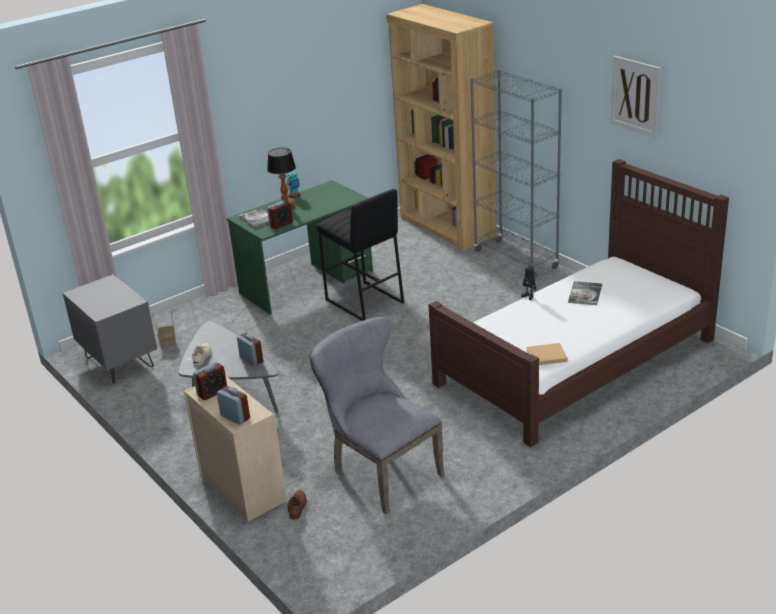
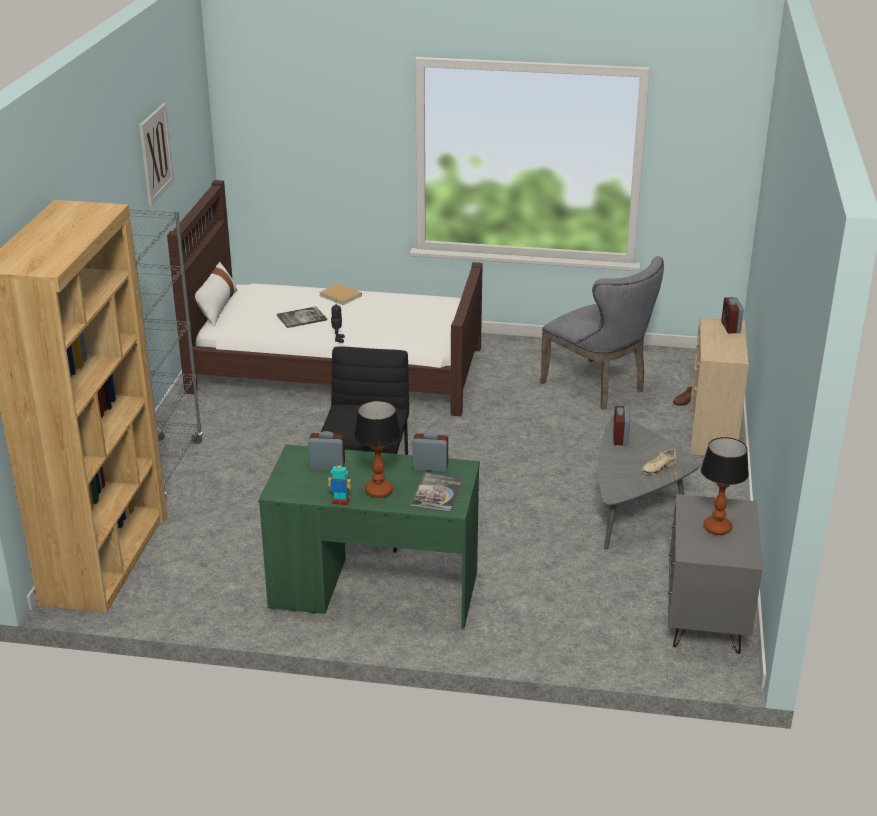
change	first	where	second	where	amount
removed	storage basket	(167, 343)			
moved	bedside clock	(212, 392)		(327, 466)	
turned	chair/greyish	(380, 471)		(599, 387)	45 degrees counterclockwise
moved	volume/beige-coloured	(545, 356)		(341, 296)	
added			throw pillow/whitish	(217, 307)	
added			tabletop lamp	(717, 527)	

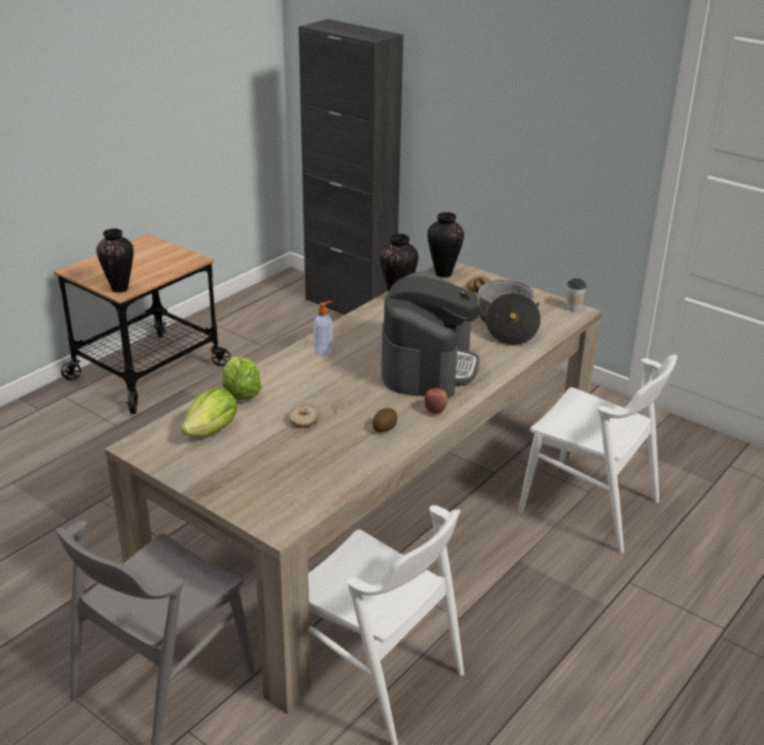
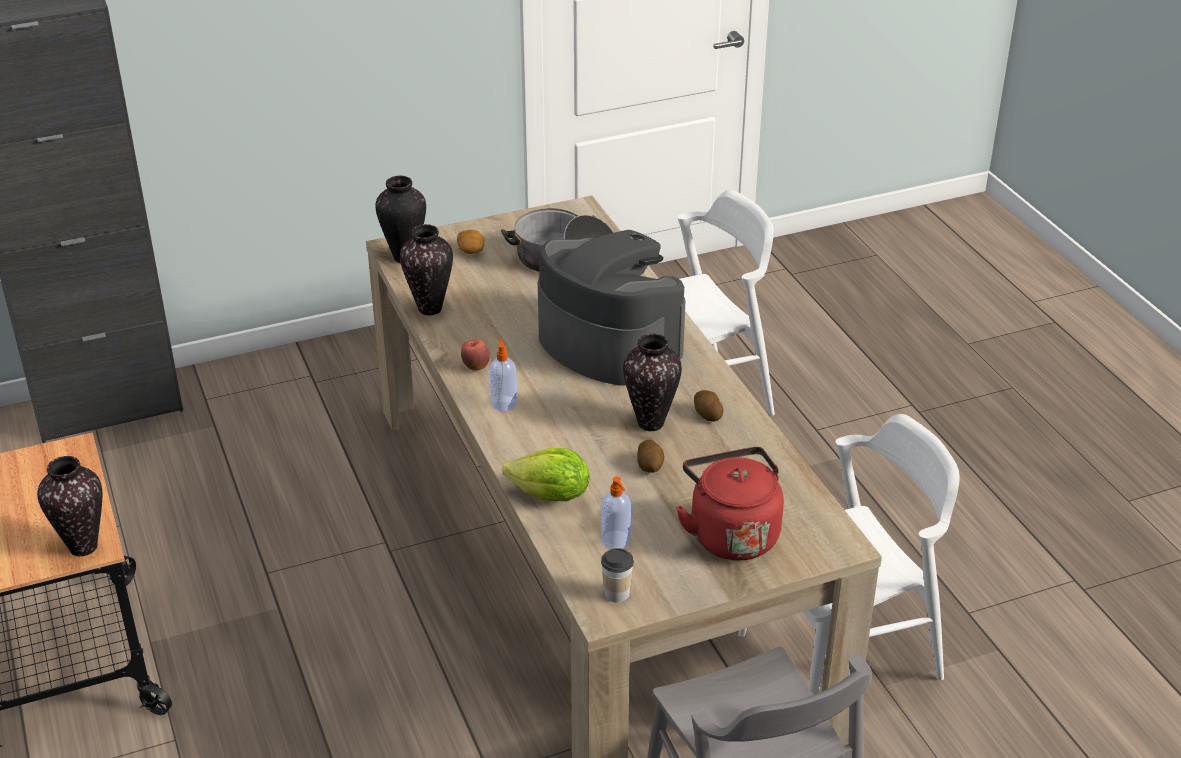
change	first	where	second	where	amount
replaced	head of lettuce	(212, 430)	soap dispenser	(616, 541)	
replaced	doughnut	(304, 421)	potato	(650, 466)	
moved	whole apple	(435, 411)		(475, 367)	
moved	drinking cup	(573, 308)		(617, 594)	
added			flower vase	(651, 423)	
added			tea kettle/red-coloured	(731, 534)	

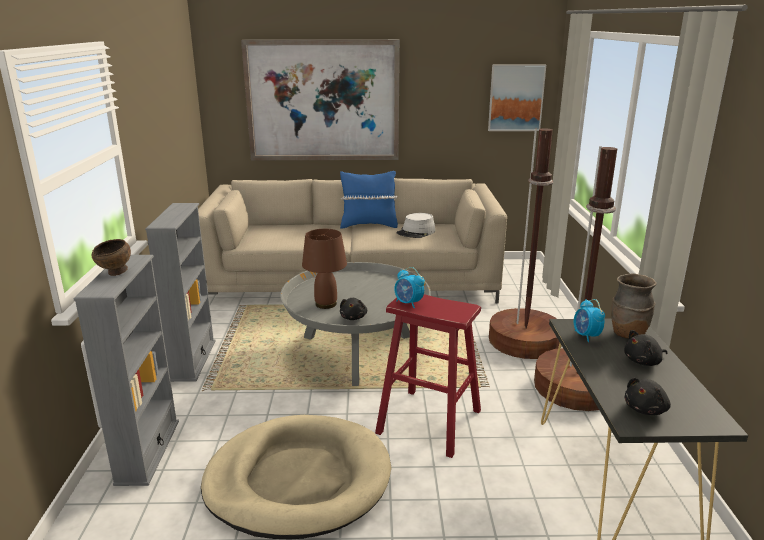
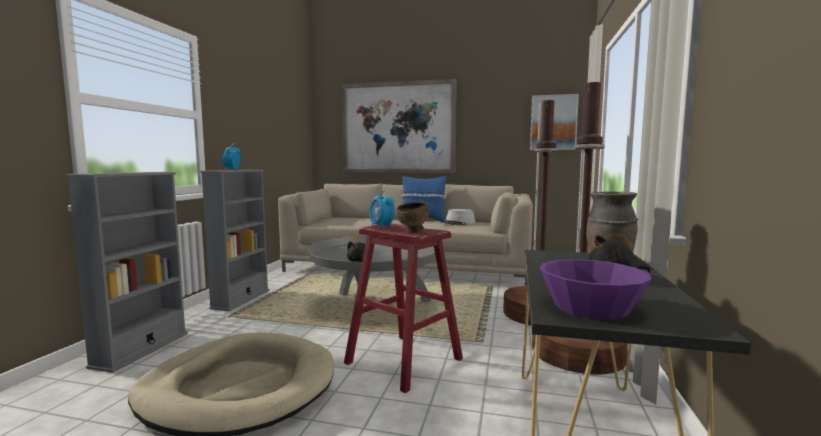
change	first	where	second	where	amount
moved	serving bowl/brown-coloured	(115, 273)		(413, 232)	
removed	tabletop lamp/brown-coloured	(326, 304)			
moved	bedside clock	(586, 336)		(232, 170)	
replaced	plush toy/black	(646, 409)	serving bowl/purplish	(591, 307)	

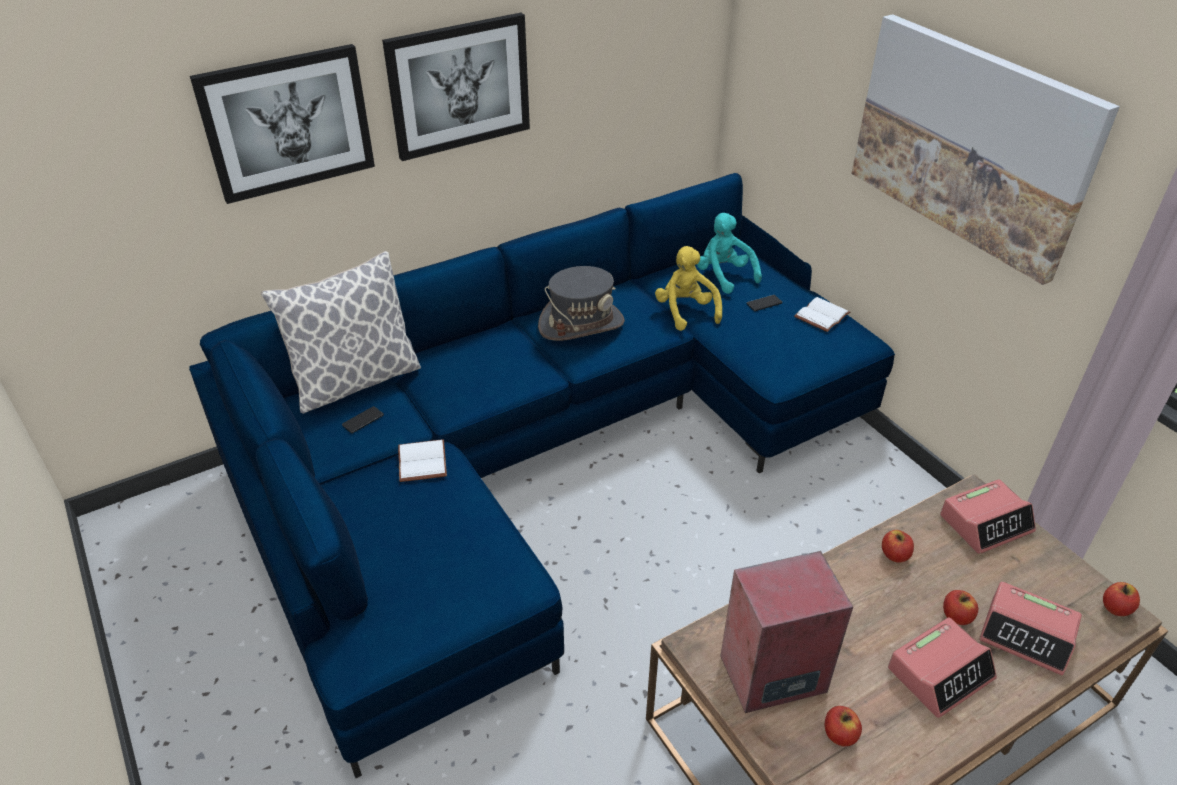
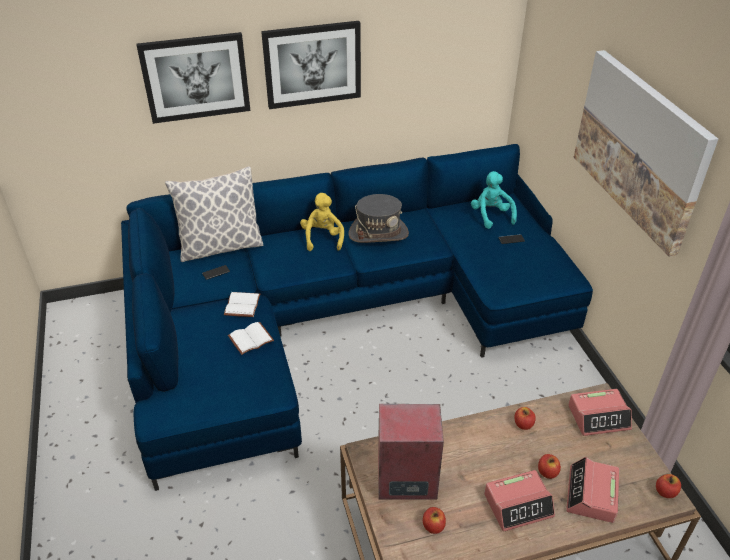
change	first	where	second	where	amount
moved	plush toy/yellow-coloured	(686, 311)		(322, 238)	
moved	volume/whitish	(821, 315)		(251, 338)	
turned	bedside clock	(1027, 635)		(591, 495)	60 degrees clockwise

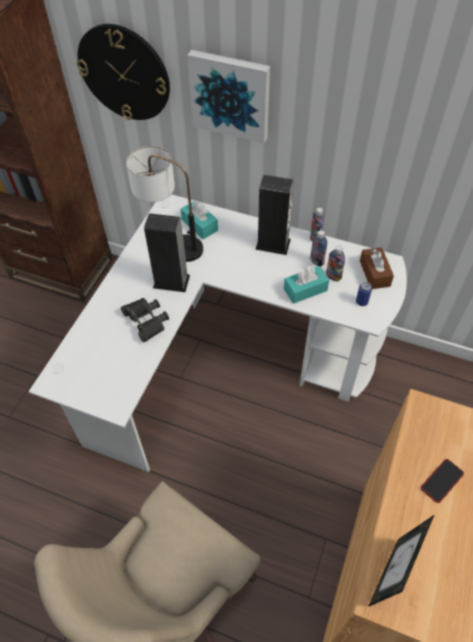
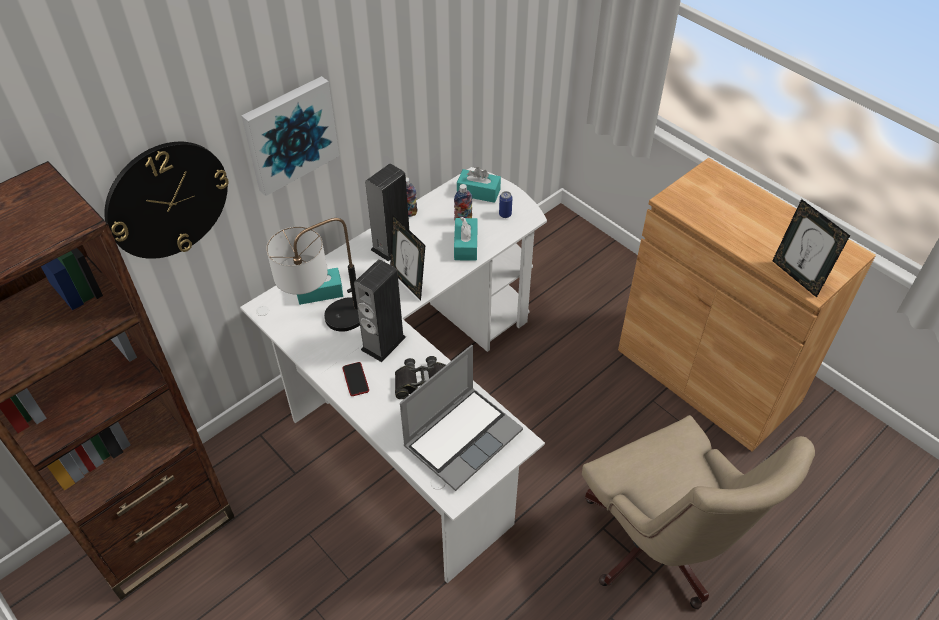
change	first	where	second	where	amount
removed	beverage bottle	(317, 261)			
recoloured	tissue holder/brown-coloured	(374, 273)	tissue holder/turquoise	(478, 192)	
moved	telephone	(442, 481)		(355, 379)	
added			photo frame	(408, 283)	
added			notebook computer	(463, 437)	

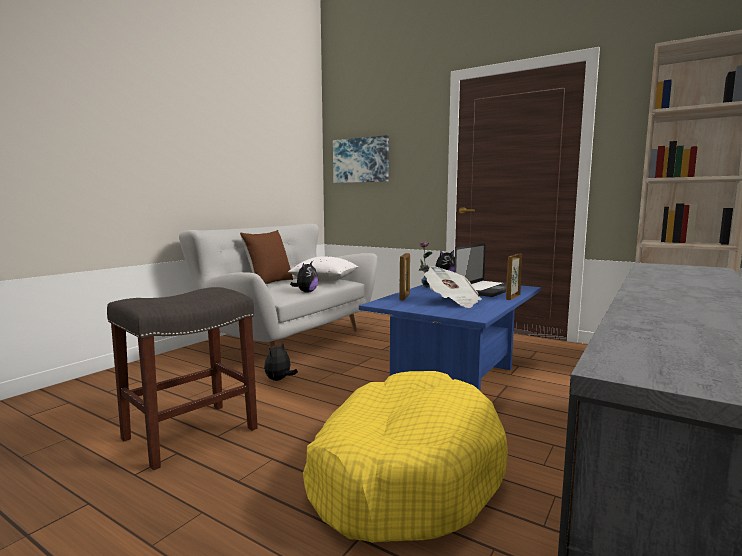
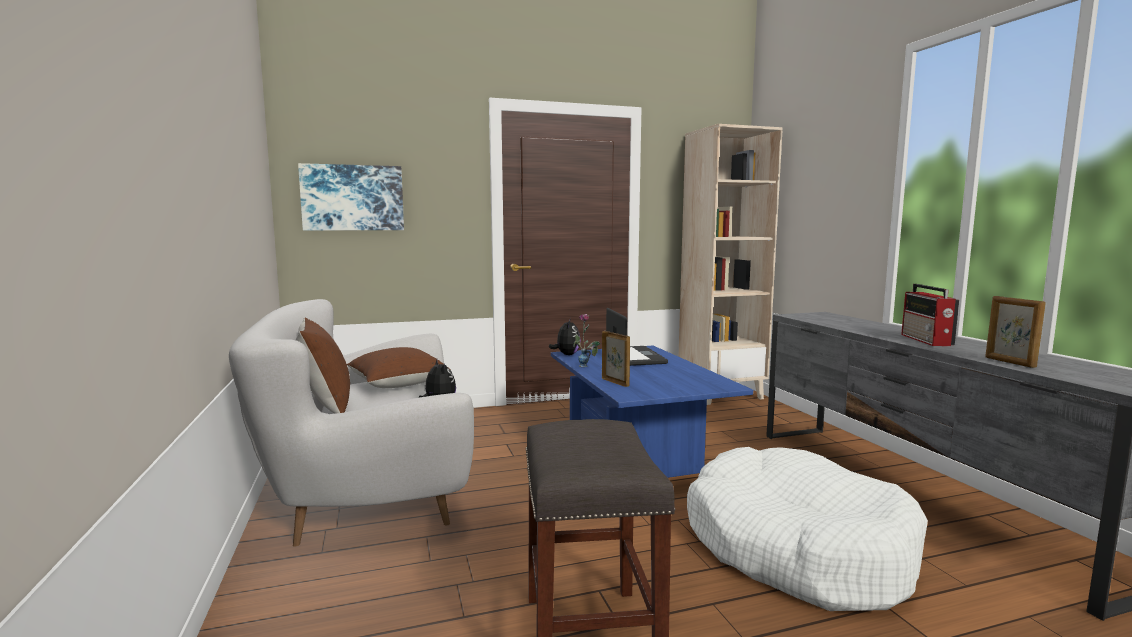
change	first	where	second	where	amount
removed	plush toy	(279, 380)			
recoloured	throw pillow/whitish	(324, 281)	throw pillow/brown-coloured	(398, 384)	
recoloured	dog bed/yellow-coloured	(404, 472)	dog bed/whitish	(796, 548)	
removed	printed paper	(452, 302)			
moved	photo frame	(512, 297)		(1009, 362)	
added			radio receiver	(926, 340)	

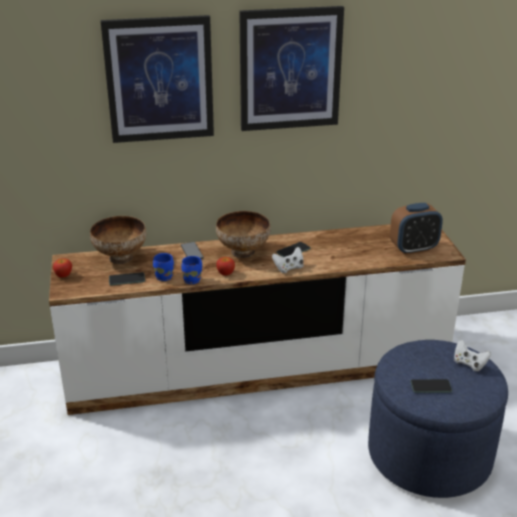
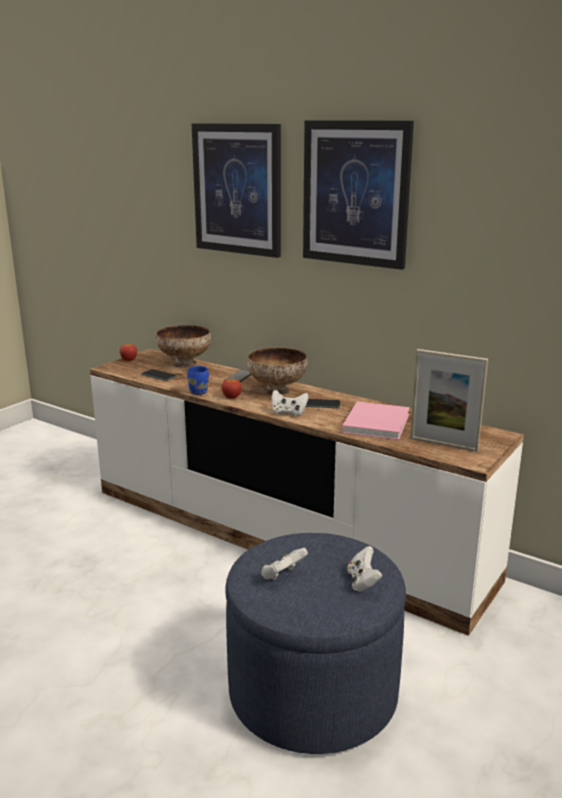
change	first	where	second	where	amount
removed	tea mug/blue-coloured	(165, 276)			
replaced	bedside clock	(413, 248)	photo frame	(443, 444)	
replaced	telephone	(431, 386)	game controller/whitish	(282, 575)	
added			volume/pink	(377, 422)	

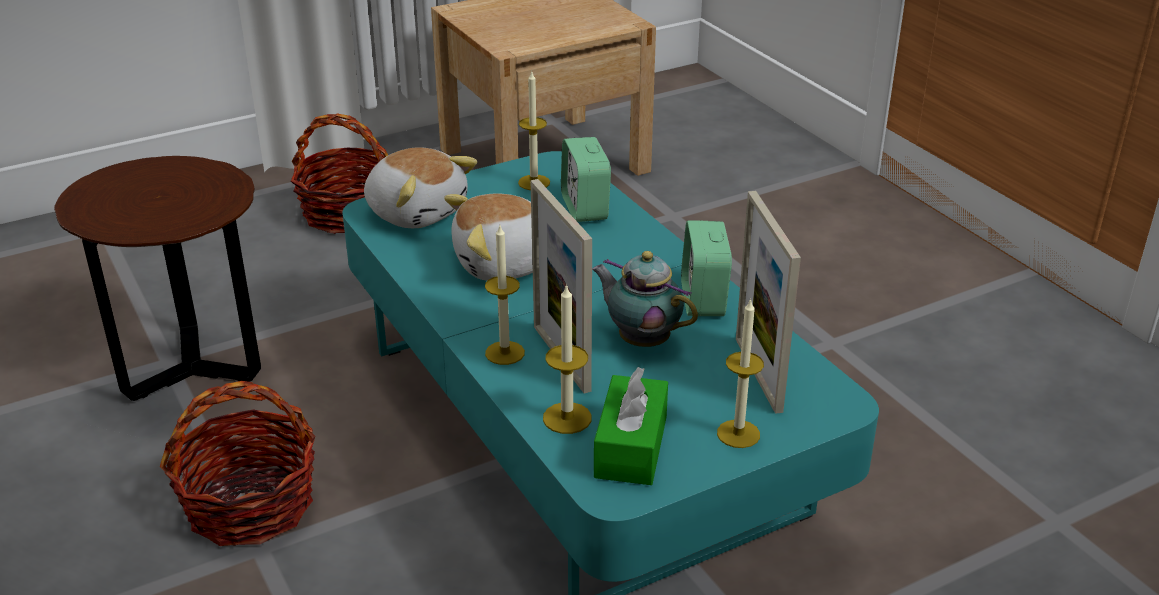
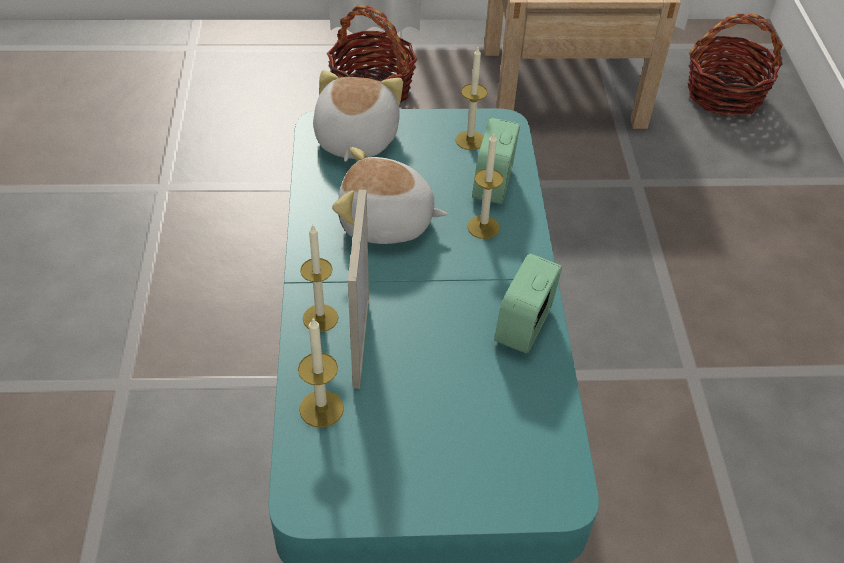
change	first	where	second	where	amount
removed	side table/brown-coloured	(192, 369)			
moved	storage basket	(250, 505)		(724, 94)	
turned	plush toy	(417, 211)		(354, 139)	150 degrees counterclockwise
removed	tea pot	(641, 340)			
removed	tissue holder/green	(631, 447)			
moved	candle	(738, 434)		(483, 227)	
removed	photo frame	(758, 374)			

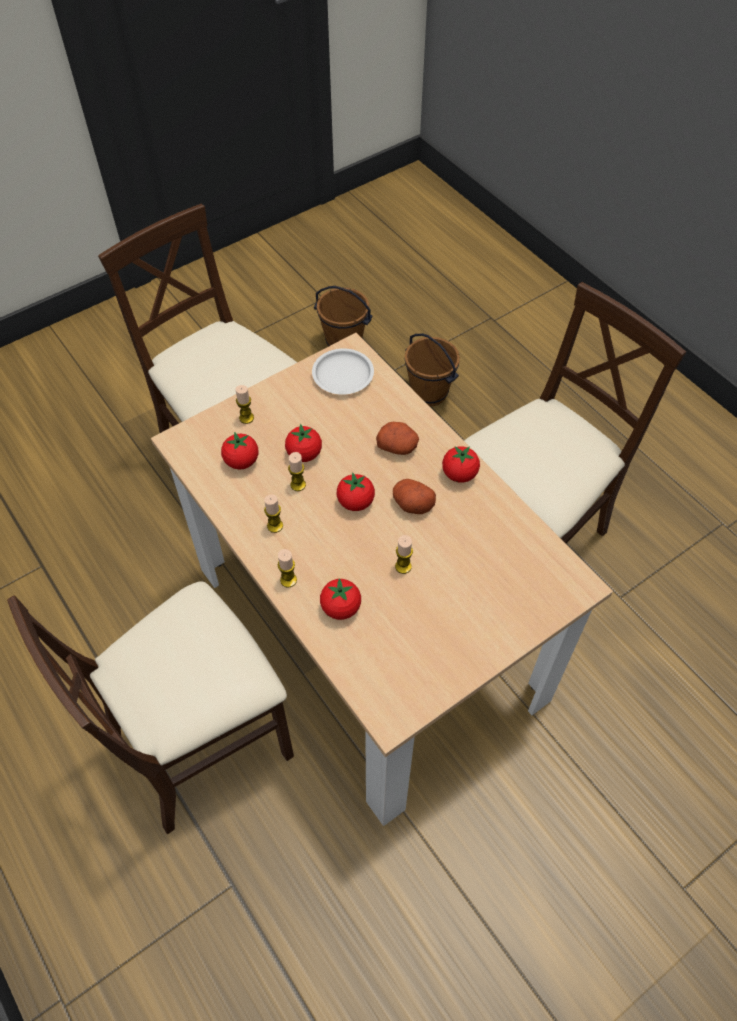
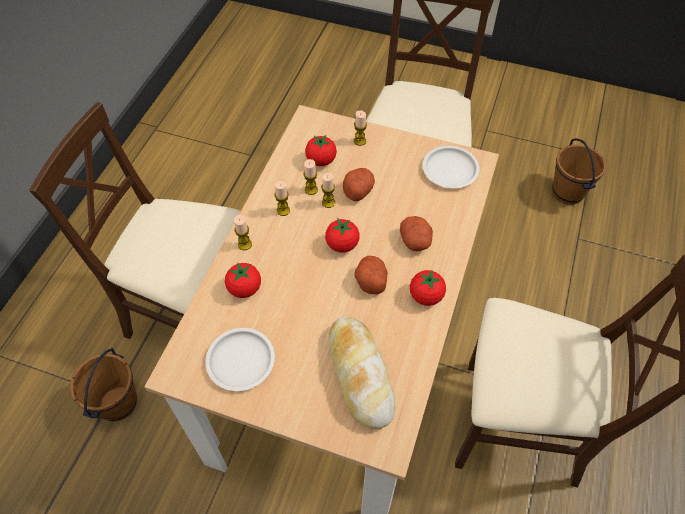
change	first	where	second	where	amount
replaced	fresh tomato	(304, 454)	potato	(358, 190)	
moved	candle	(403, 566)		(311, 189)	
moved	pail/brown-coloured	(429, 393)		(118, 403)	
added			flat dish/whitish	(240, 361)	
added			bread	(360, 374)	

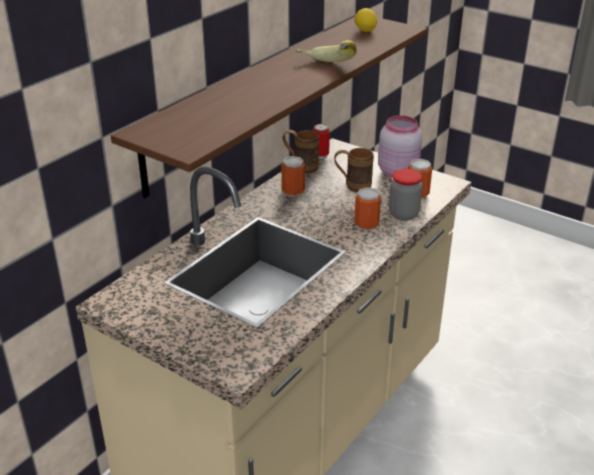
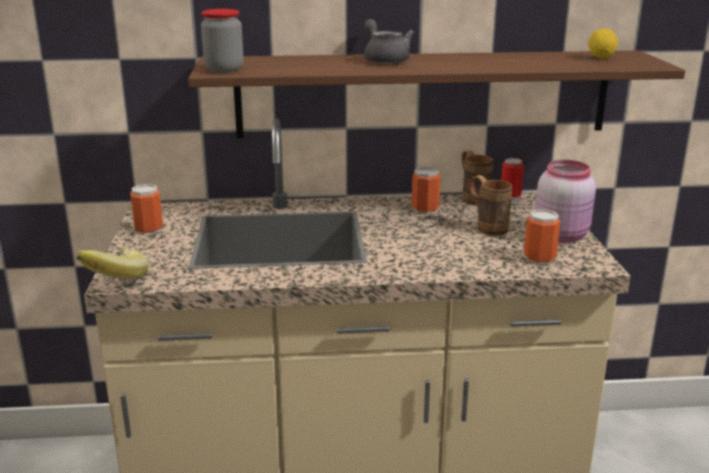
change	first	where	second	where	amount
moved	banana	(324, 68)		(113, 278)	
moved	metal can	(366, 224)		(149, 229)	
moved	storage jar	(403, 214)		(224, 69)	
added			tea pot/greyish	(384, 60)	

